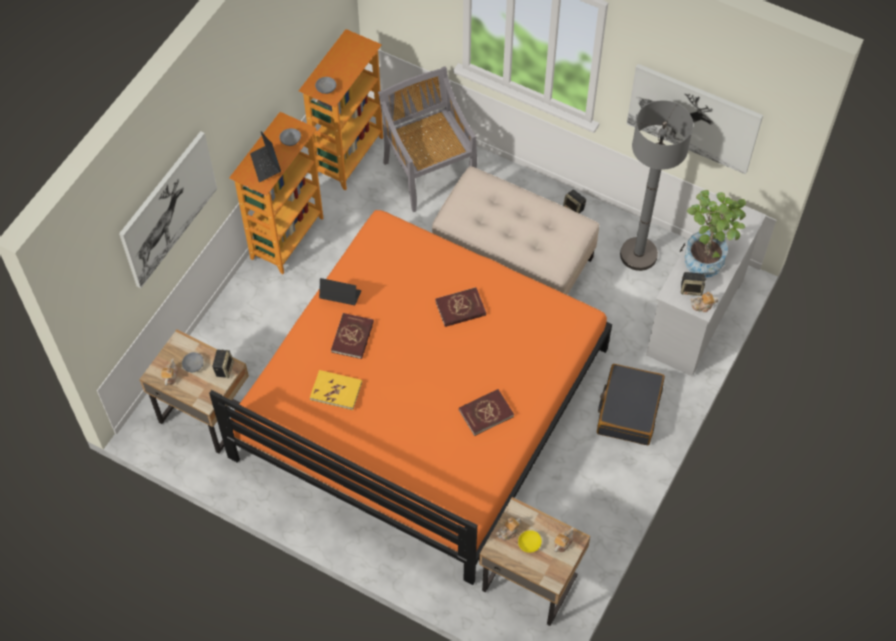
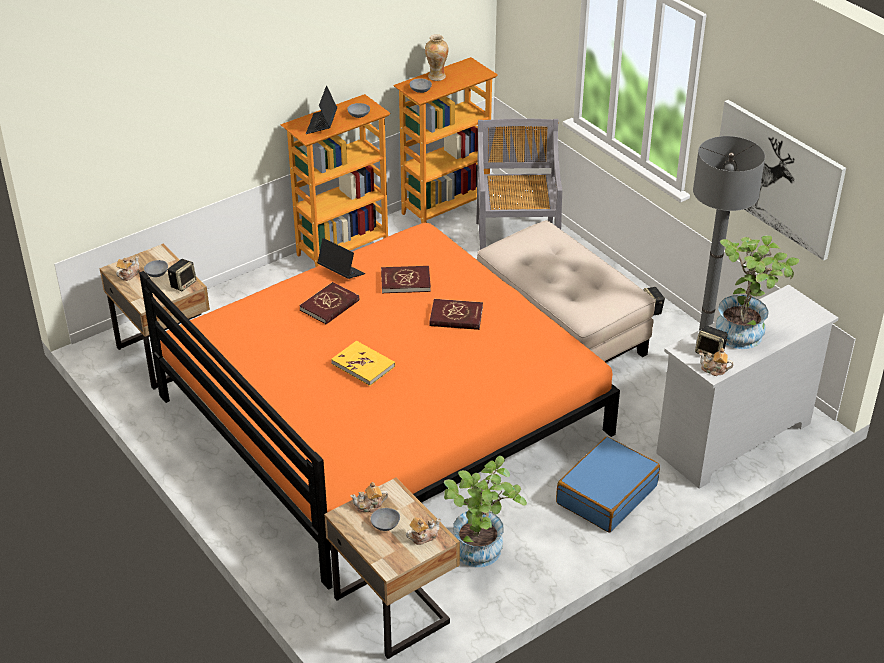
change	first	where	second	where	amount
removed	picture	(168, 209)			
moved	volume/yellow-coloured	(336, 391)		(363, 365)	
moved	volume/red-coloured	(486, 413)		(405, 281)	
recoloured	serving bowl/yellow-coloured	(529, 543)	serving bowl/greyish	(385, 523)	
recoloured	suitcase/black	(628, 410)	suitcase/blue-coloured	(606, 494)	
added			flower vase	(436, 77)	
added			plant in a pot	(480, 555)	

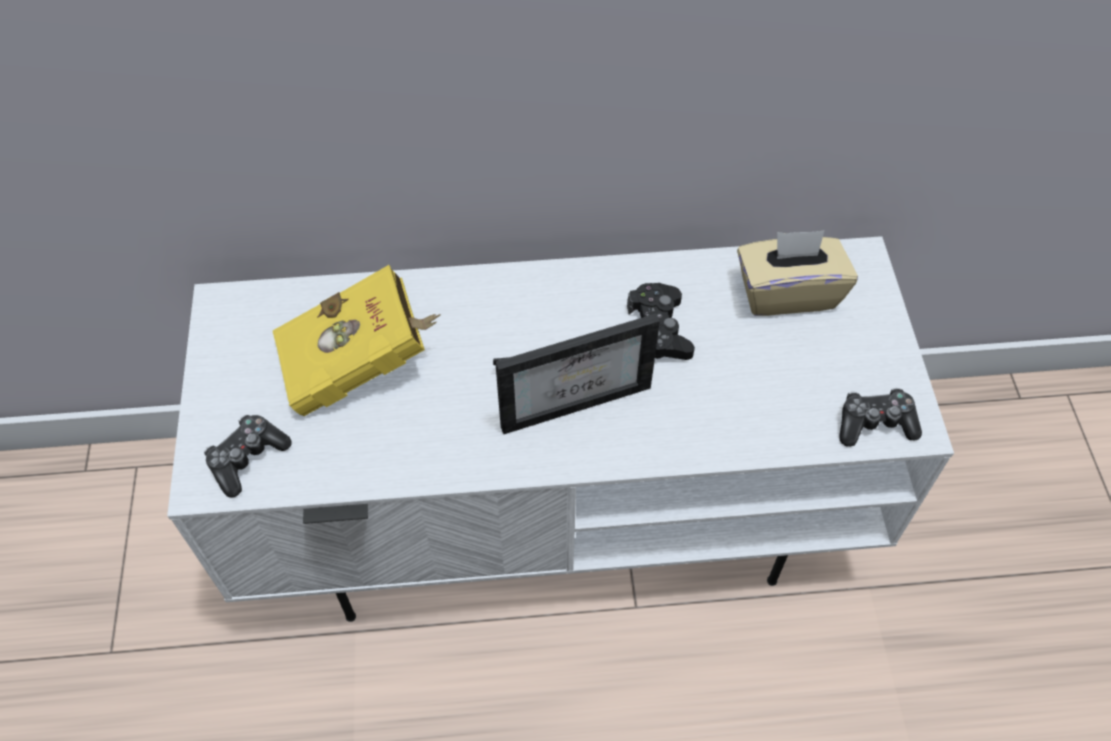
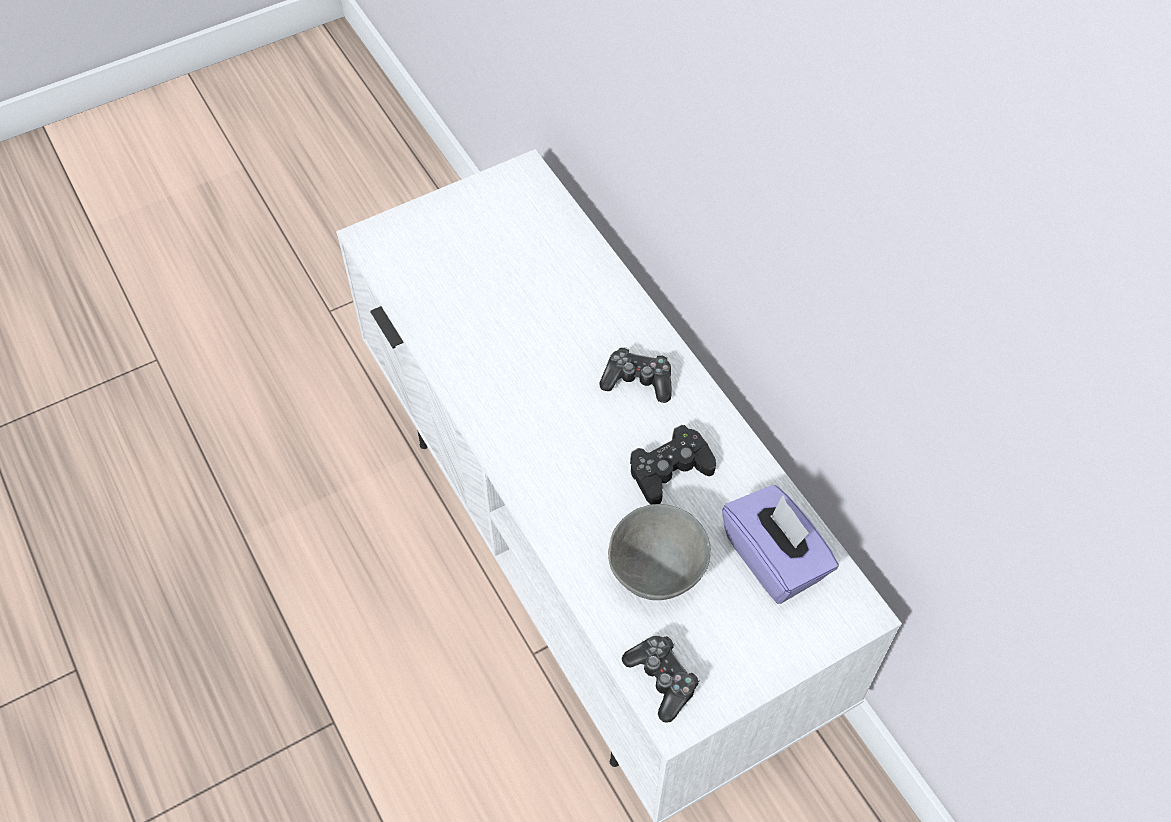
change	first	where	second	where	amount
moved	game controller	(247, 458)		(638, 381)	
removed	volume/yellow-coloured	(361, 363)			
removed	photo frame	(573, 394)			
recoloured	tissue holder/beige-coloured	(787, 292)	tissue holder/purplish	(774, 559)	
added			serving bowl/greyish	(656, 576)	

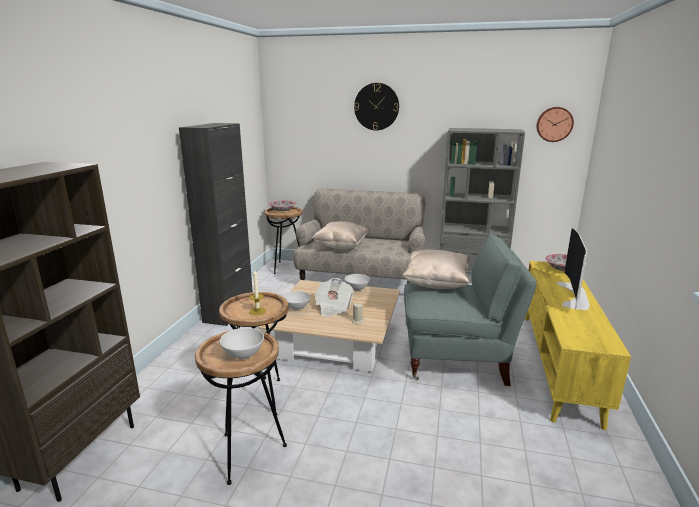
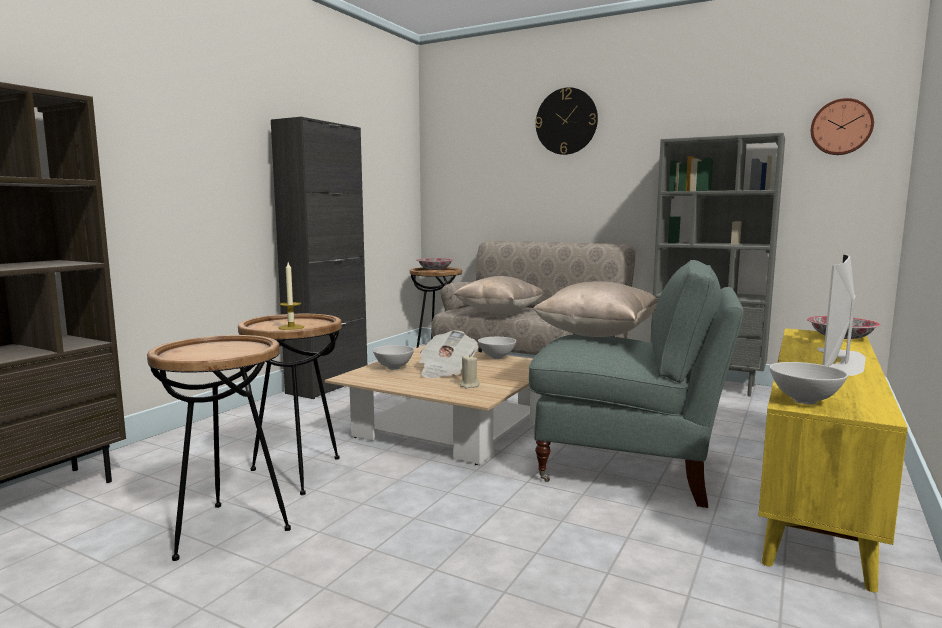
change	first	where	second	where	amount
moved	serving bowl/whitish	(243, 355)		(804, 401)	

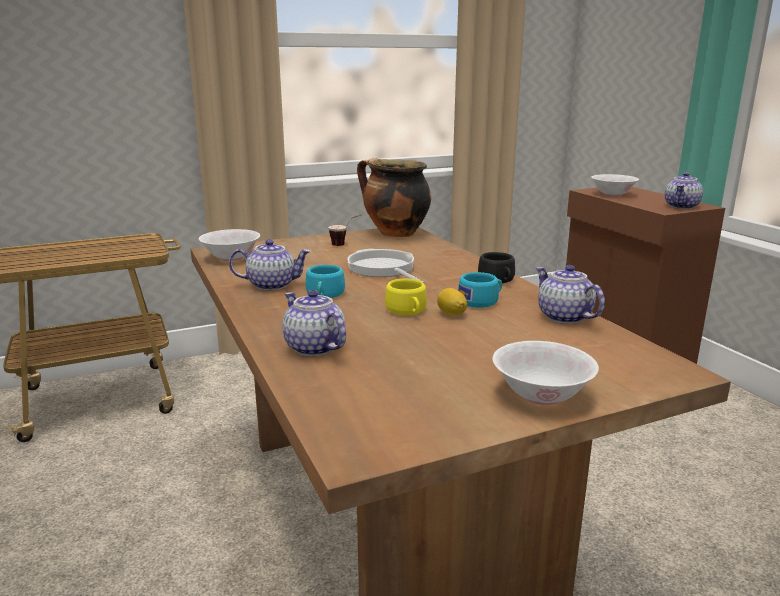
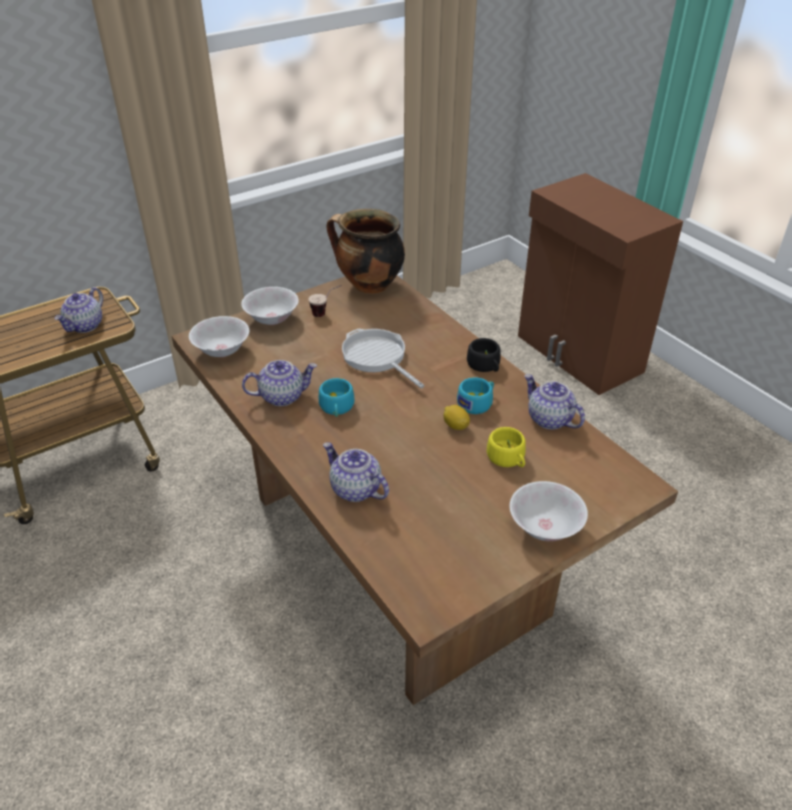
change	first	where	second	where	amount
moved	drinking cup/yellow-coloured	(407, 311)		(508, 459)	
moved	serving bowl/whitish	(612, 194)		(272, 319)	
moved	tea pot	(682, 206)		(85, 326)	

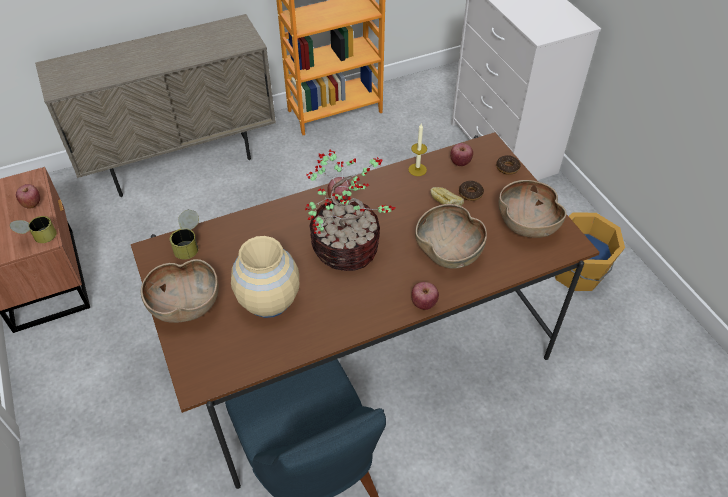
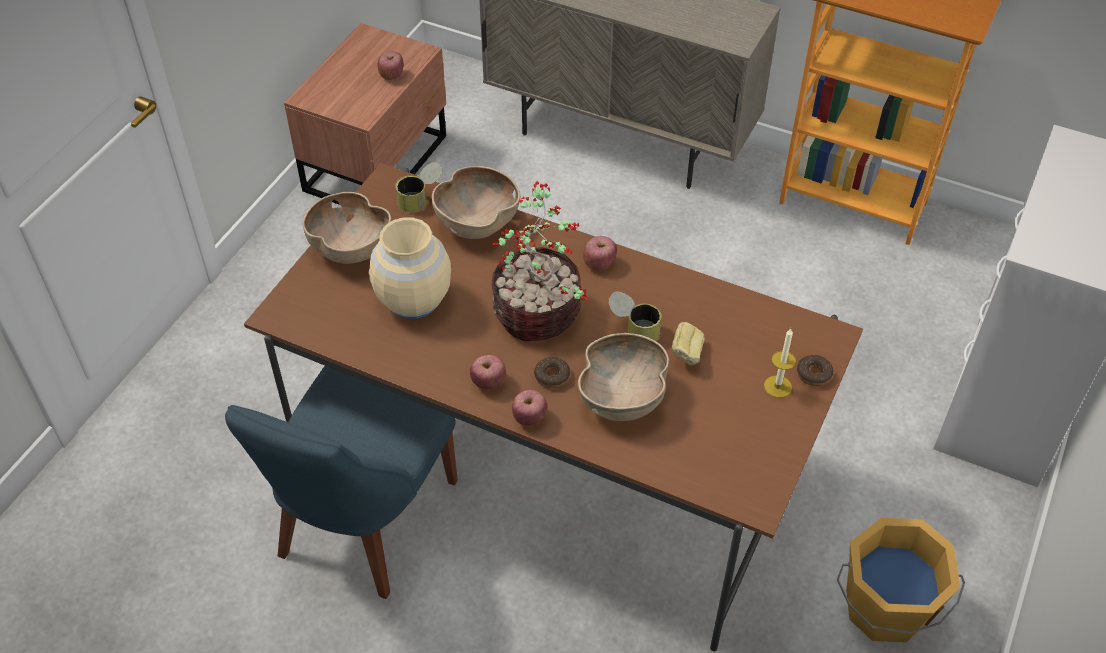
change	first	where	second	where	amount
moved	metal can	(38, 237)		(633, 329)	
moved	candle	(417, 169)		(777, 386)	
moved	whole apple	(460, 162)		(489, 383)	
moved	doughnut	(470, 193)		(552, 376)	
moved	serving bowl/brown-coloured	(526, 224)		(476, 222)	

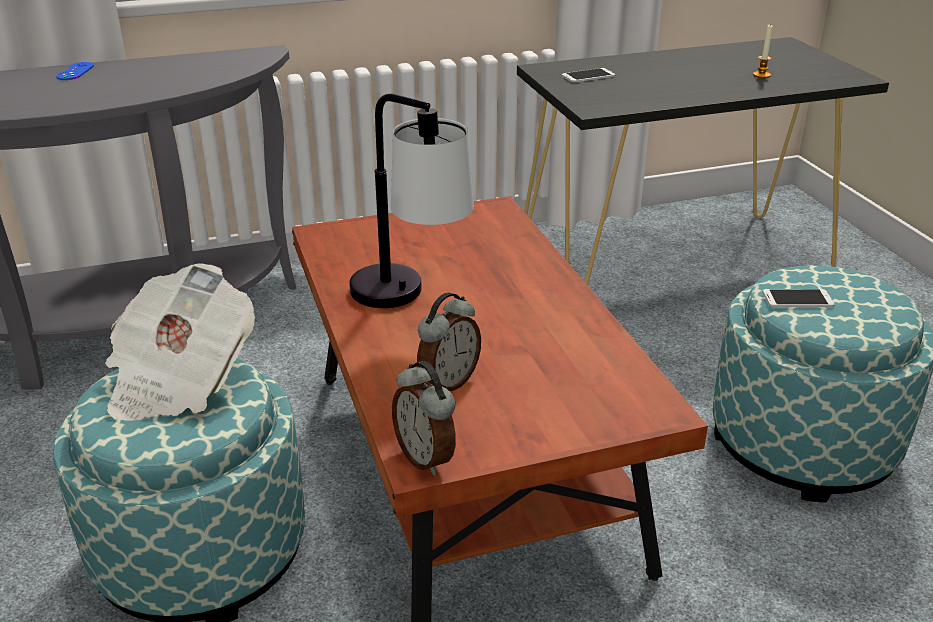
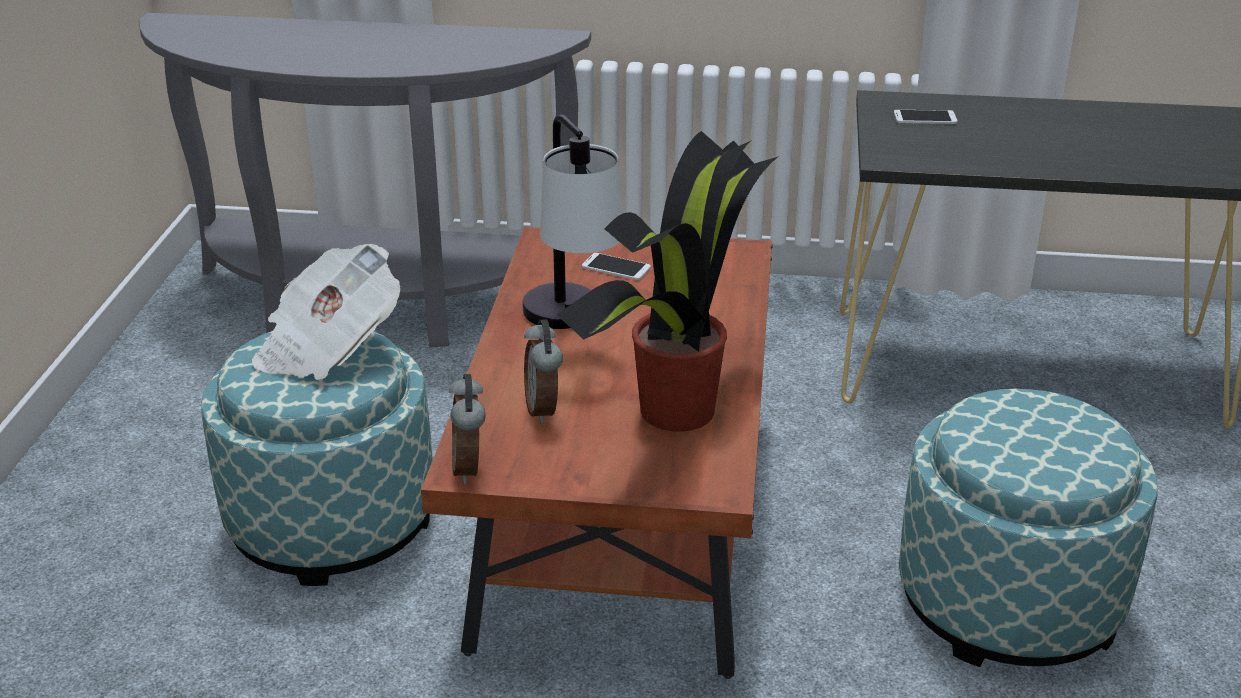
change	first	where	second	where	amount
removed	game controller/blue-coloured	(75, 71)			
turned	bedside clock	(448, 382)		(544, 409)	105 degrees clockwise
removed	candle	(761, 75)			
moved	telephone	(797, 299)		(616, 267)	
added			plant in a pot	(674, 412)	

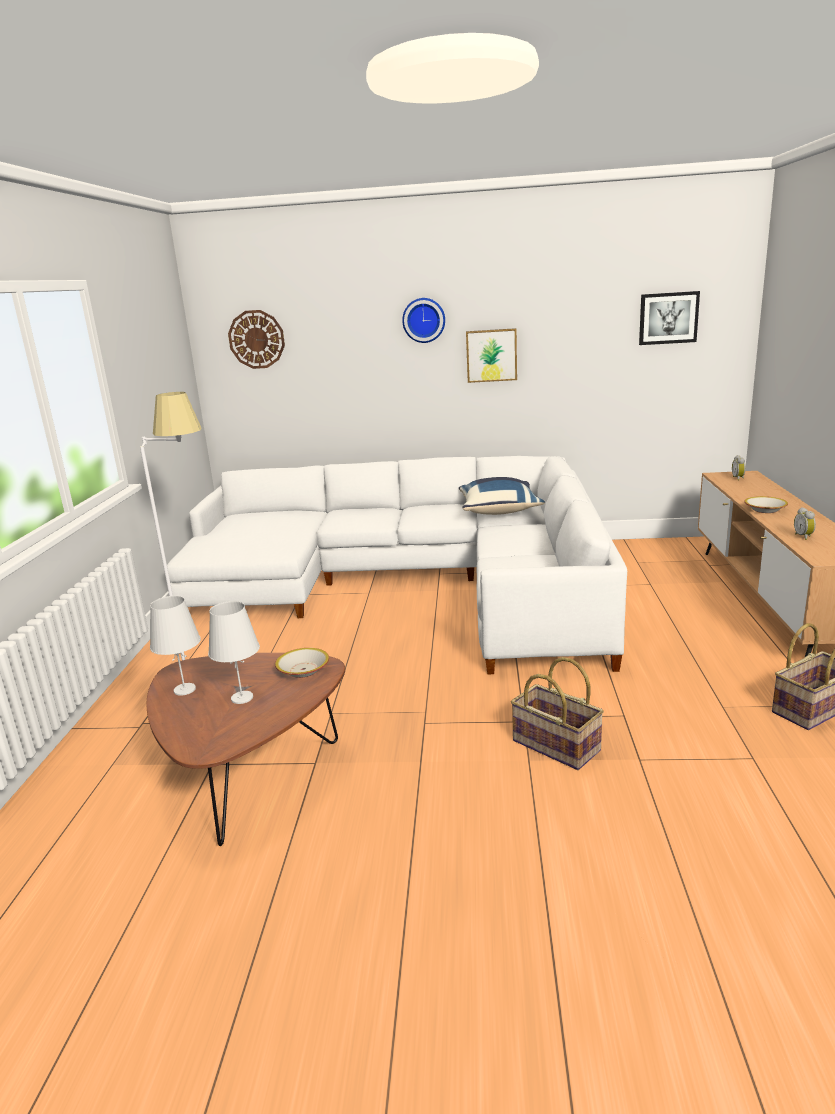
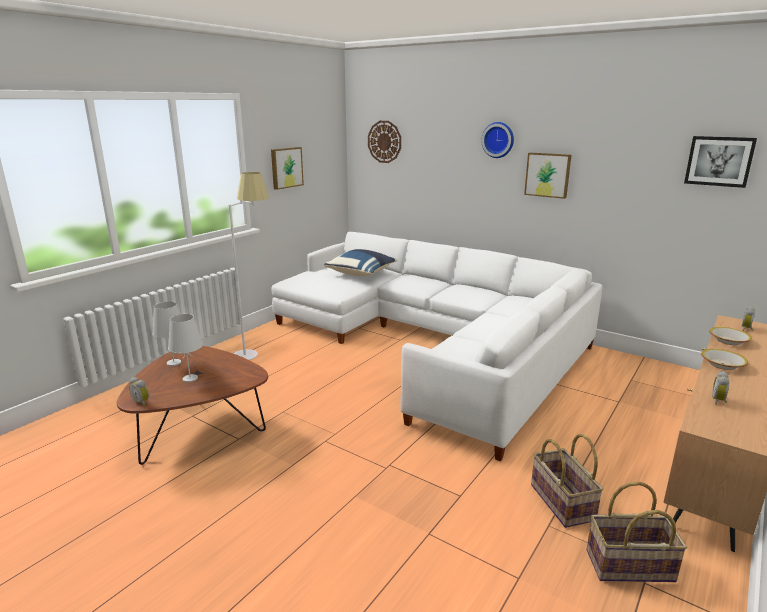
change	first	where	second	where	amount
moved	serving bowl	(303, 670)		(728, 341)	
moved	throw pillow/blue-coloured	(499, 511)		(362, 273)	
moved	storage basket	(555, 746)		(560, 502)	
added			bedside clock	(142, 402)	
added			picture	(286, 167)	

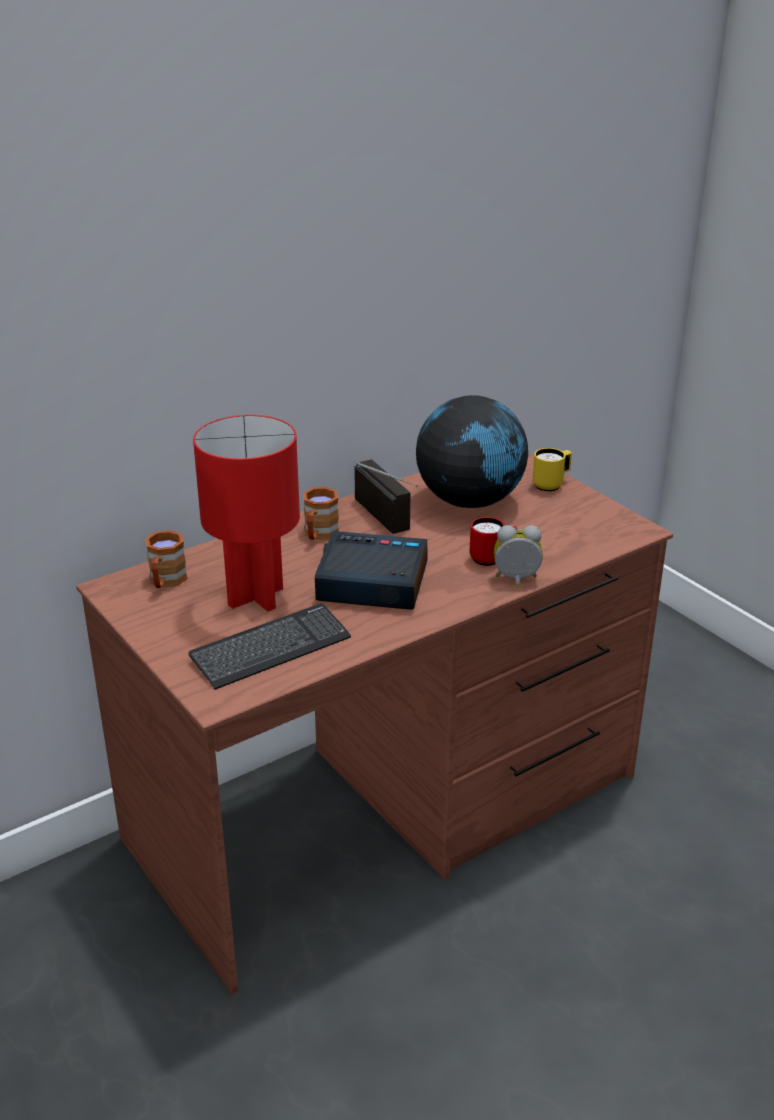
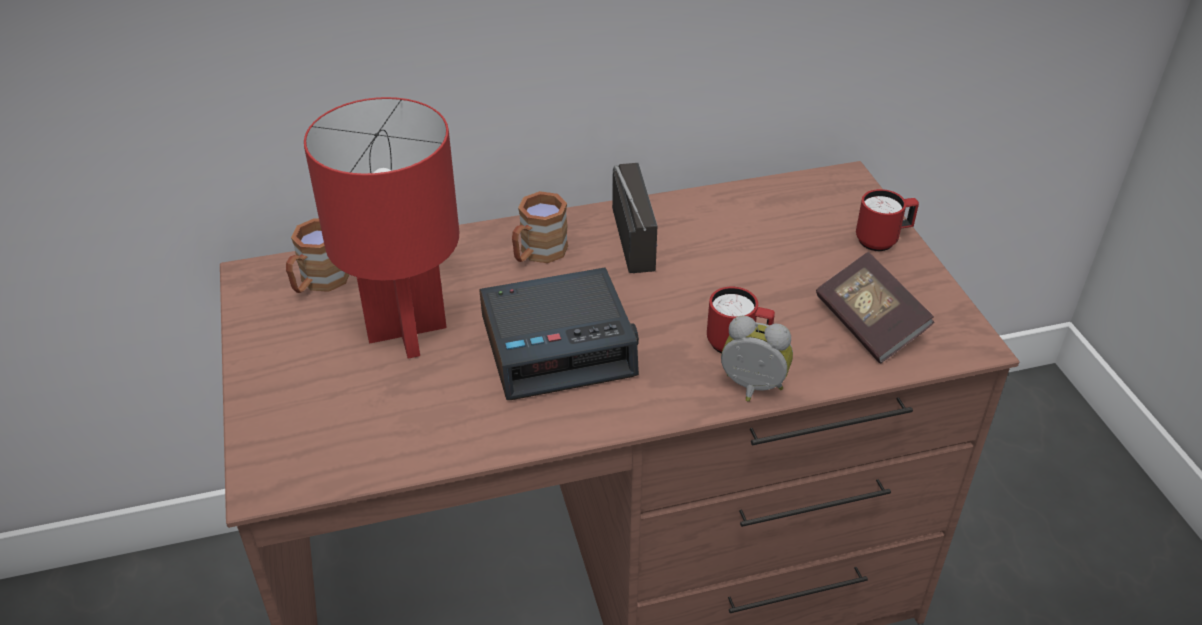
change	first	where	second	where	amount
removed	PC keyboard	(270, 649)			
turned	bedside clock	(371, 583)		(559, 345)	135 degrees clockwise
removed	globe	(470, 501)			
recoloured	tea mug/yellow-coloured	(551, 485)	tea mug/red-coloured	(882, 240)	
added			volume	(869, 324)	

